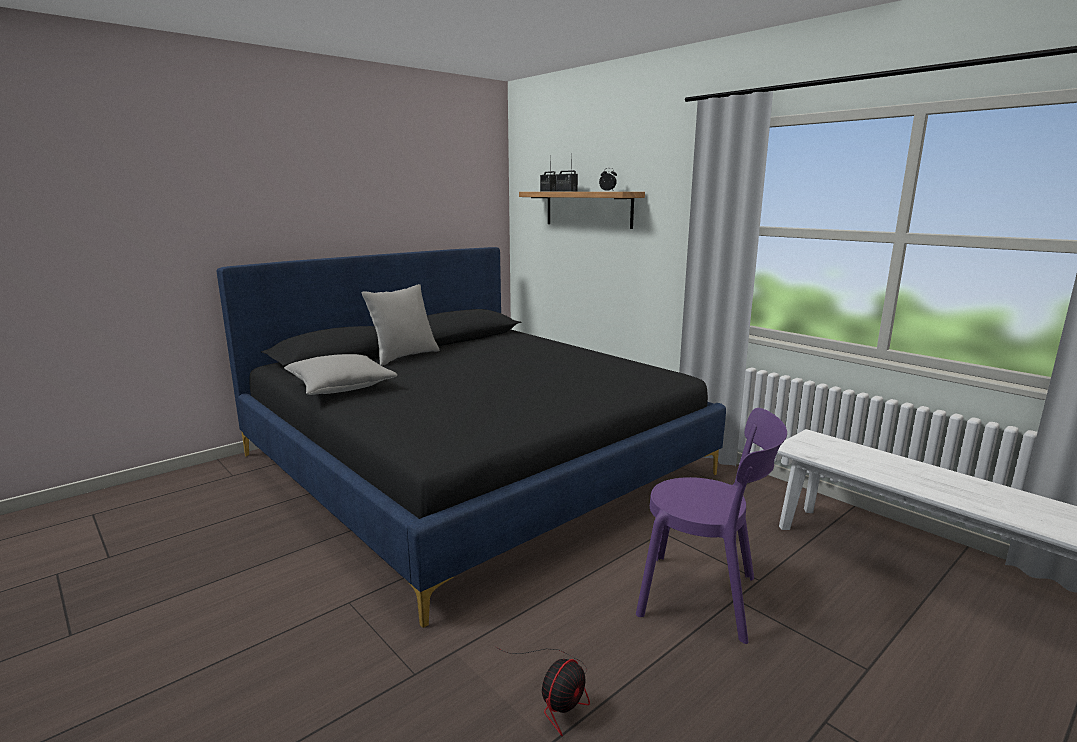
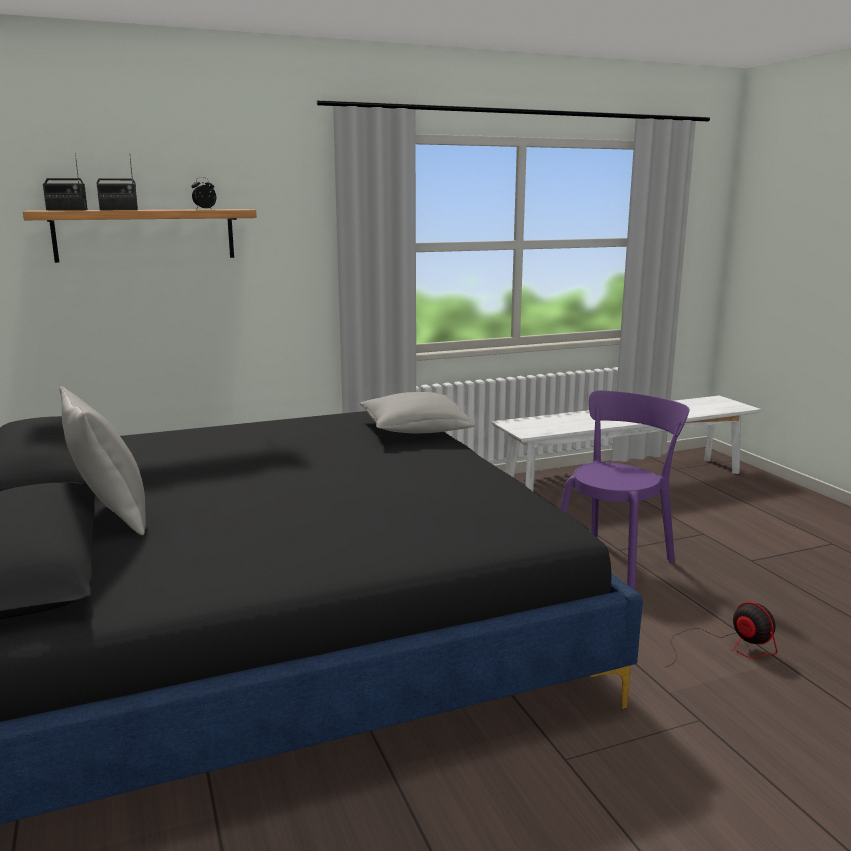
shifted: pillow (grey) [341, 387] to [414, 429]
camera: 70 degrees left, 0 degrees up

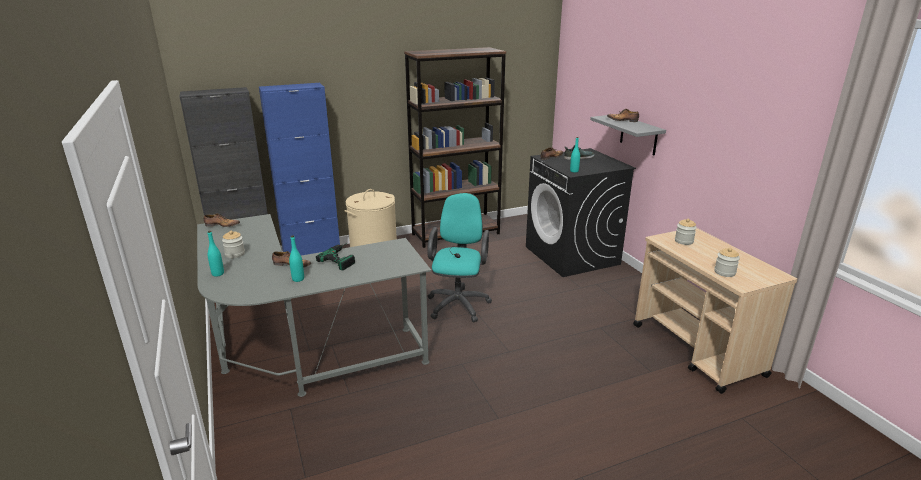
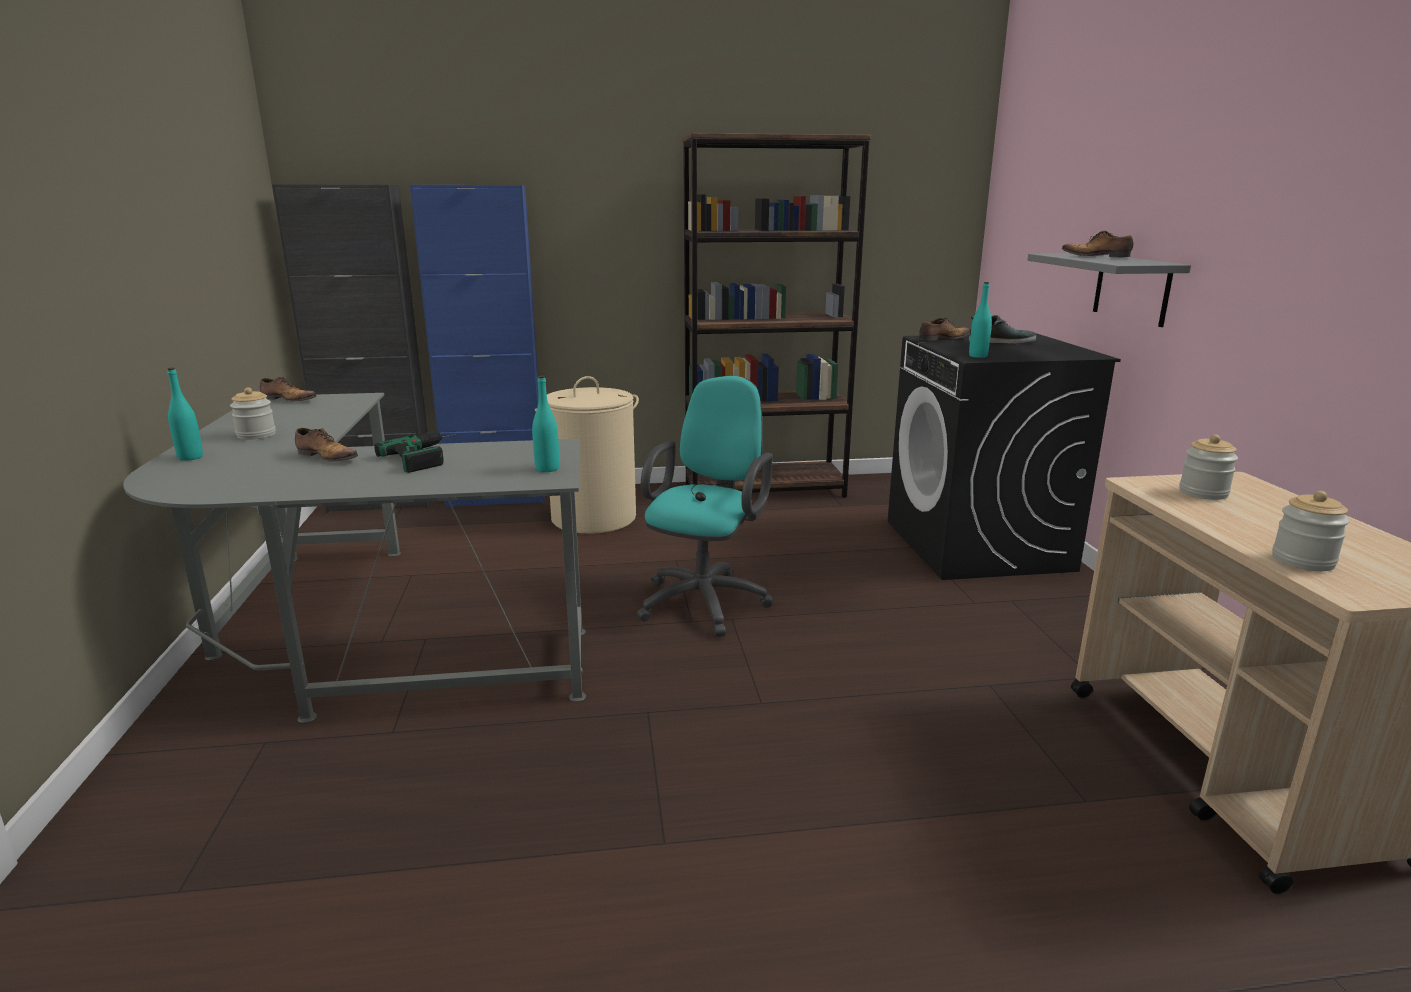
shifted: bottle (turquoise) [298, 279] to [547, 469]
camera: 15 degrees right, 5 degrees down

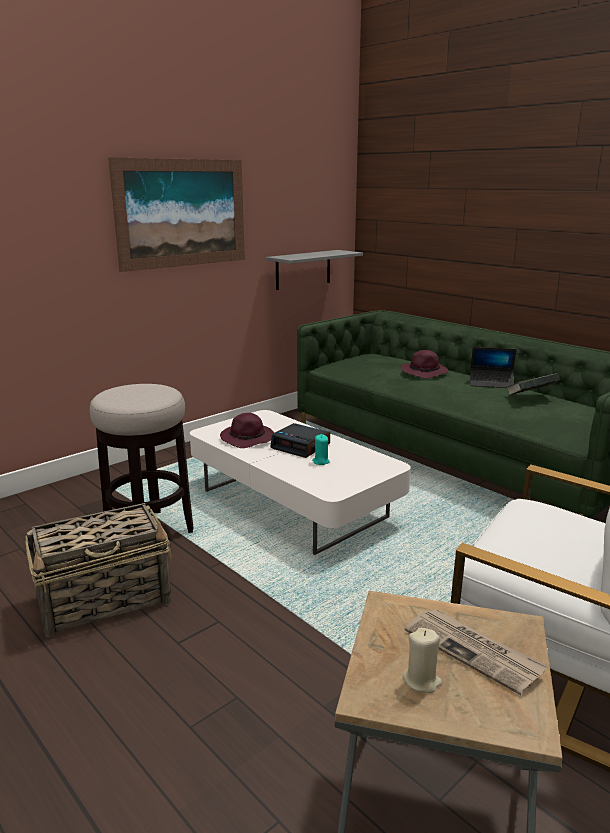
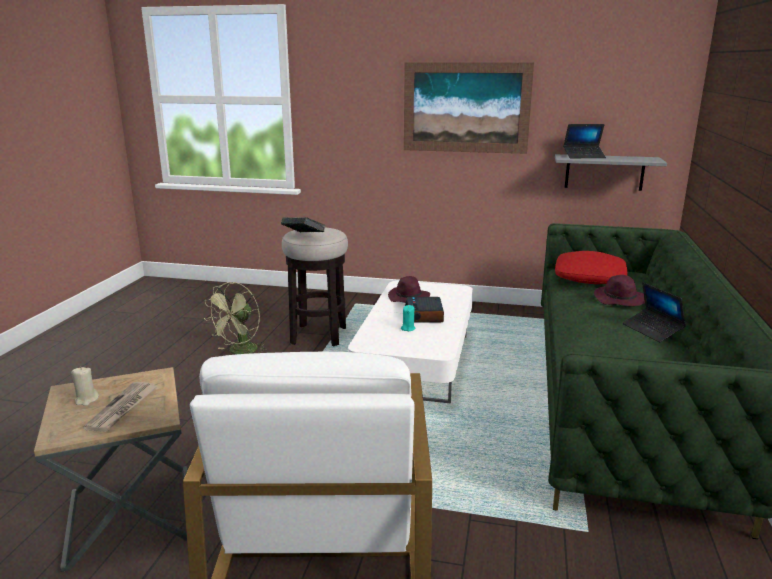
new: pillow (red) [590, 278]; laptop [584, 156]
shifted: book [530, 397] to [303, 237]
swapped: basket [106, 599] to fan (green) [240, 352]
camera: 55 degrees right, 0 degrees up

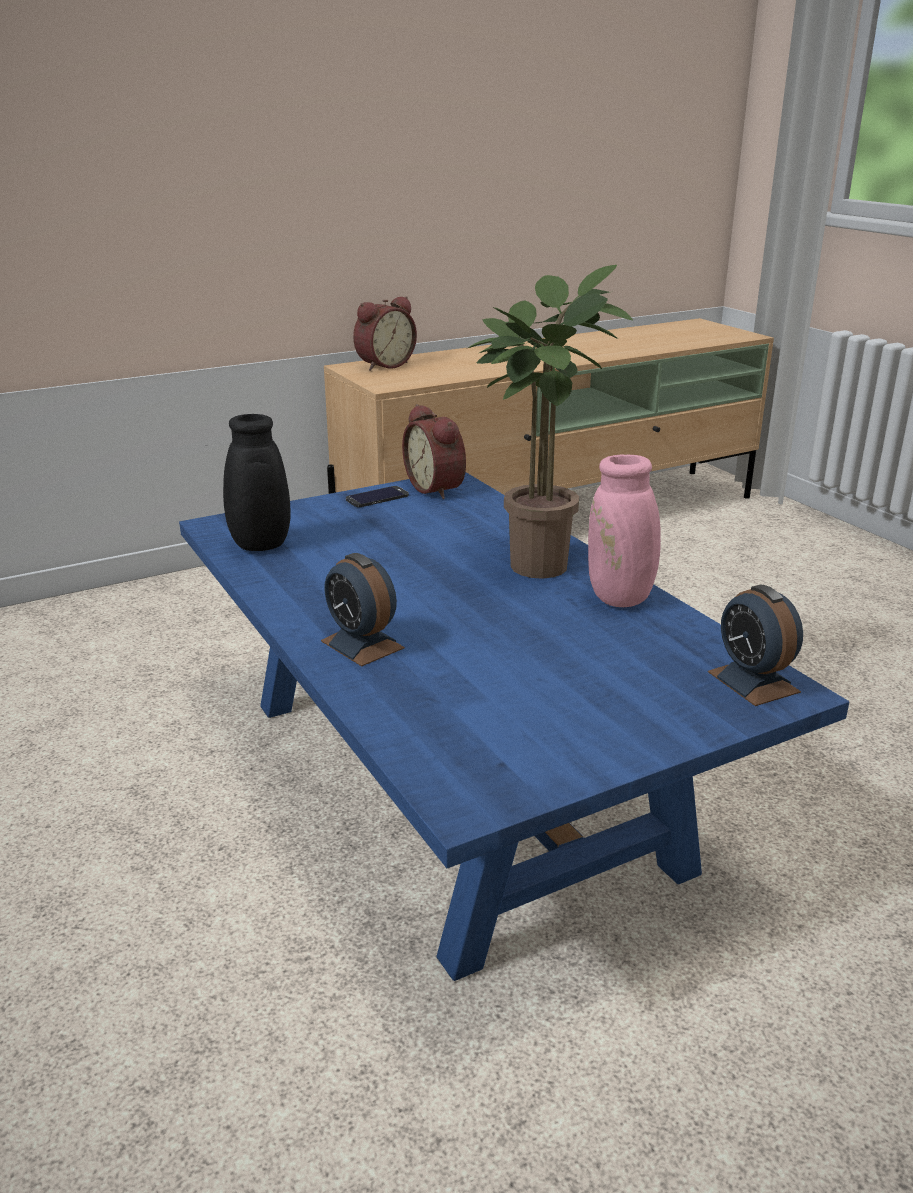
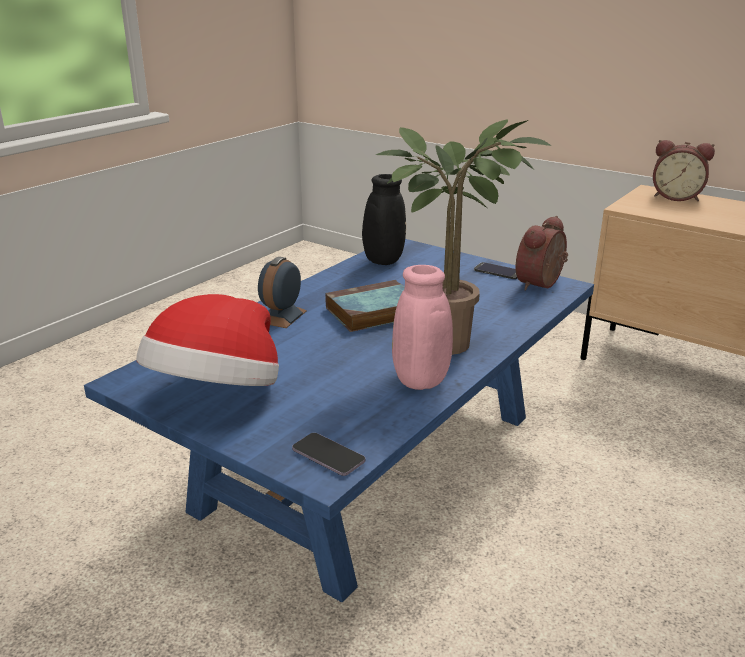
new: hat [217, 394]; book [372, 313]
swapped: alarm clock [753, 682] to phone [328, 456]
camera: 65 degrees right, 0 degrees up

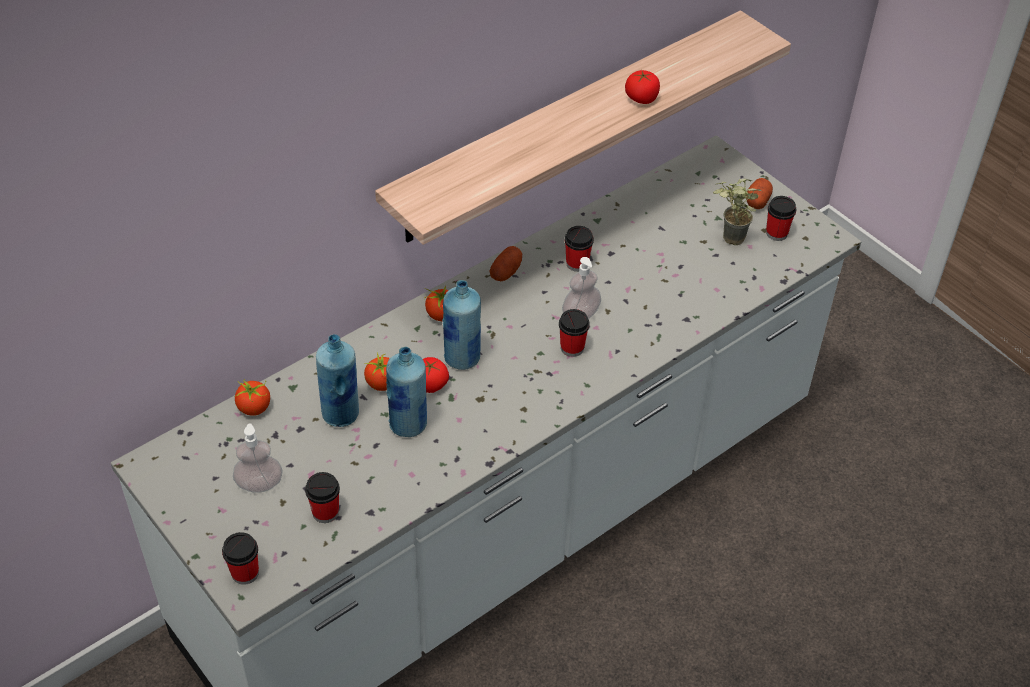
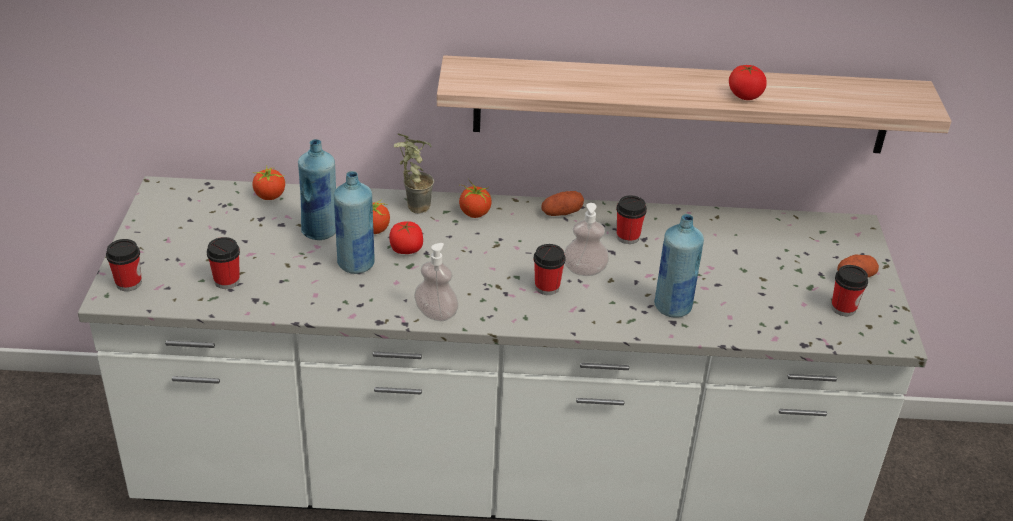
shifted: soap dispenser [259, 484] to [436, 313]; bottle (blue) [462, 358] to [672, 307]; potted plant [727, 240] to [411, 206]
camera: 40 degrees right, 10 degrees down

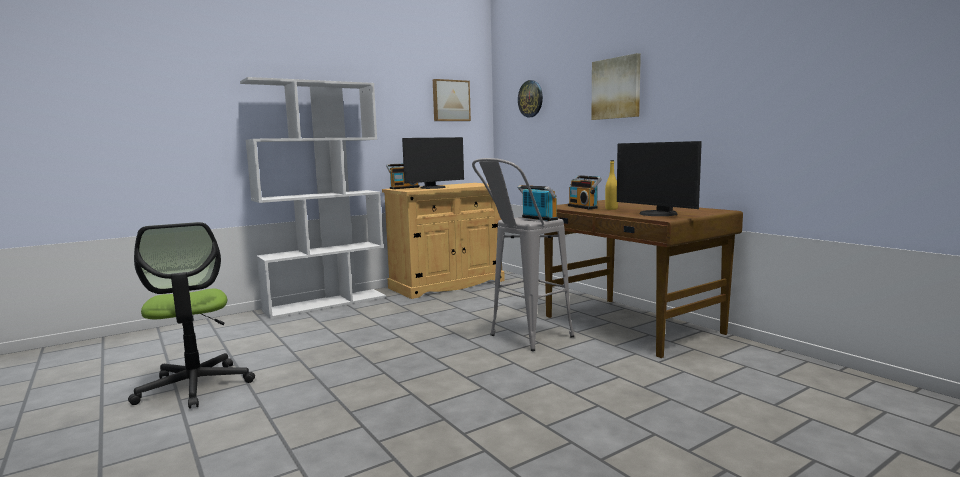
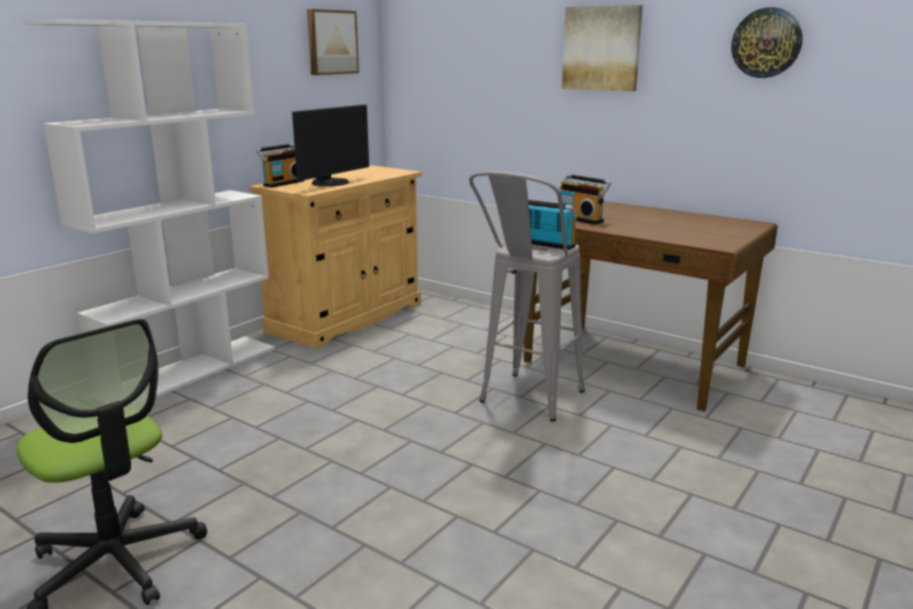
gone: bottle (yellow) [611, 209]; monitor [656, 214]
shifted: wall clock [530, 99] to [766, 43]
camera: 20 degrees left, 10 degrees up

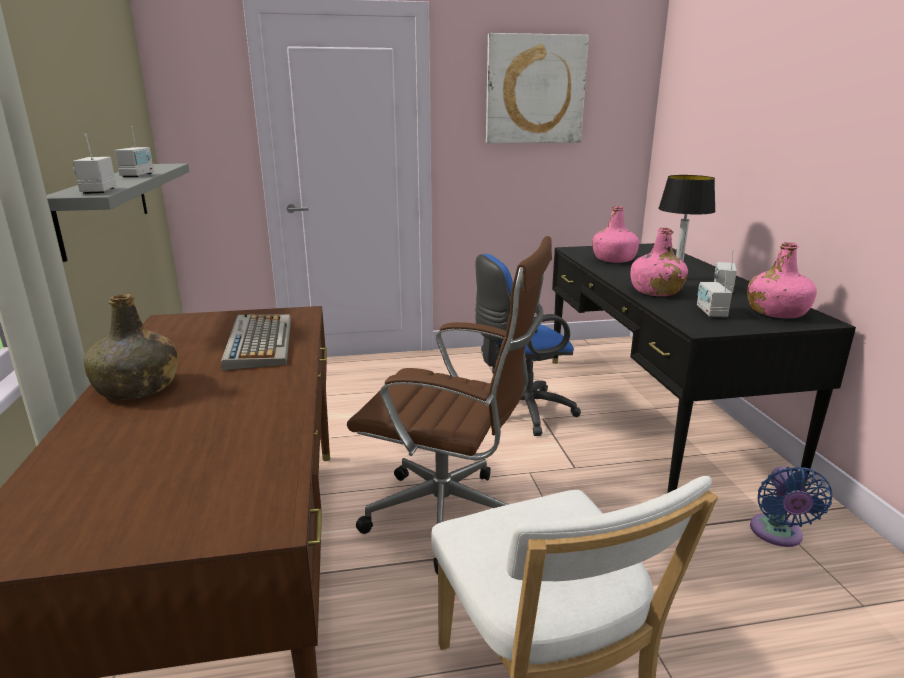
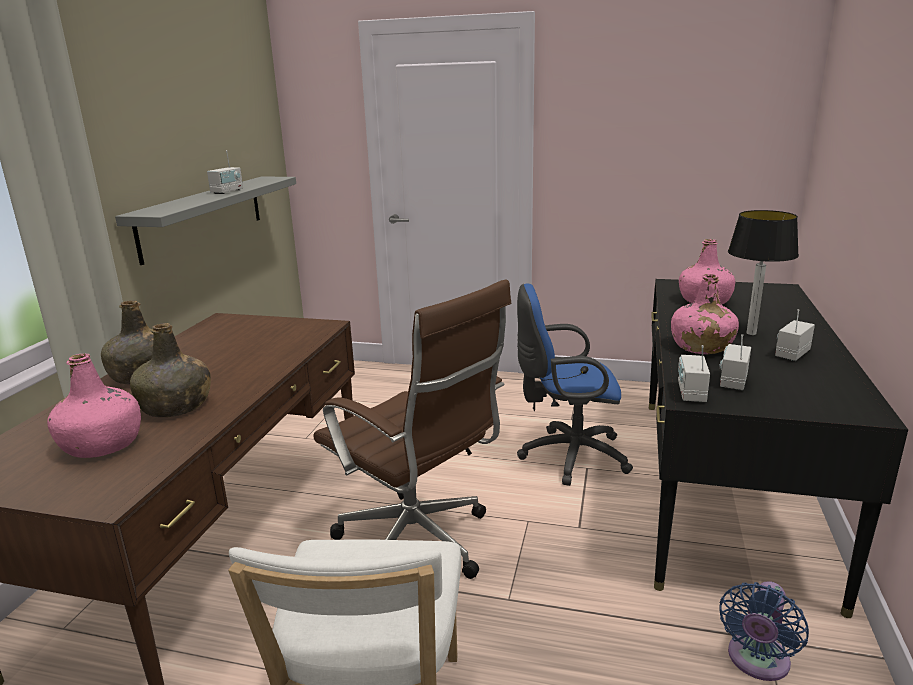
gone: keyboard [258, 342]; picture [535, 90]
new: bottle (green) [176, 406]
shifted: radio [98, 191] to [691, 393]; bottle (pink) [776, 312] to [103, 444]
camera: 25 degrees right, 0 degrees up

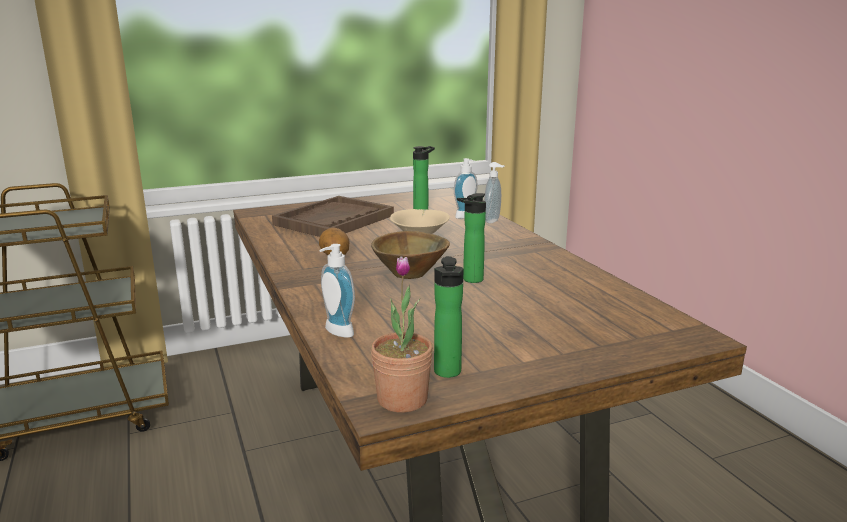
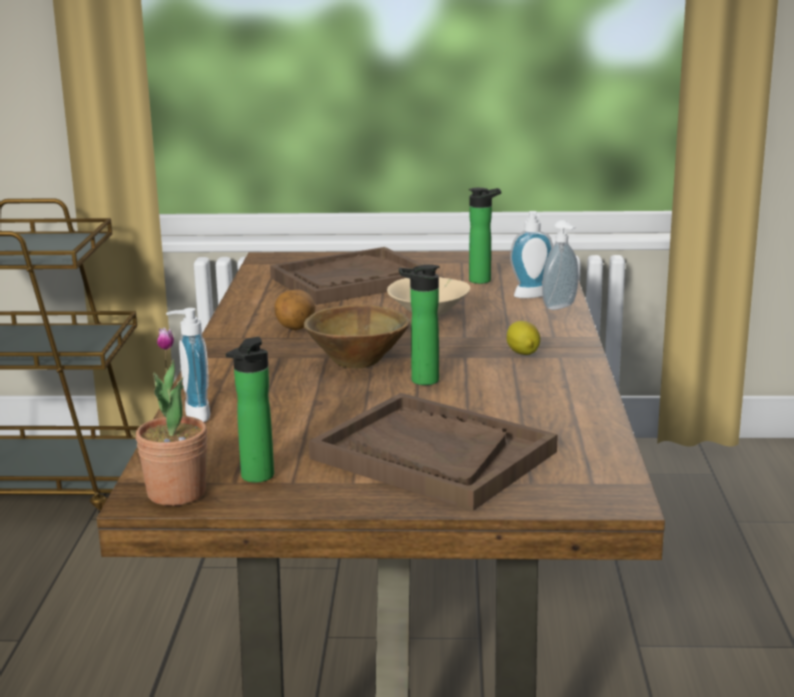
new: tray (brown) [432, 455]; lemon [522, 353]
camera: 25 degrees right, 0 degrees up

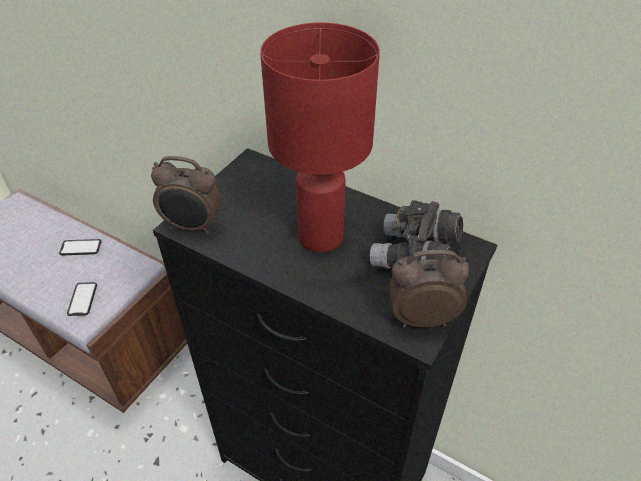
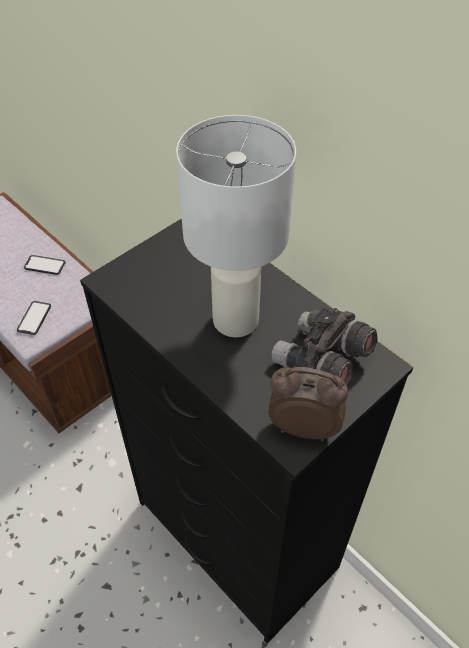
gone: alarm clock [192, 227]
repainted: table lamp (red) [321, 237] to table lamp (white) [236, 321]
camera: 15 degrees right, 5 degrees up

